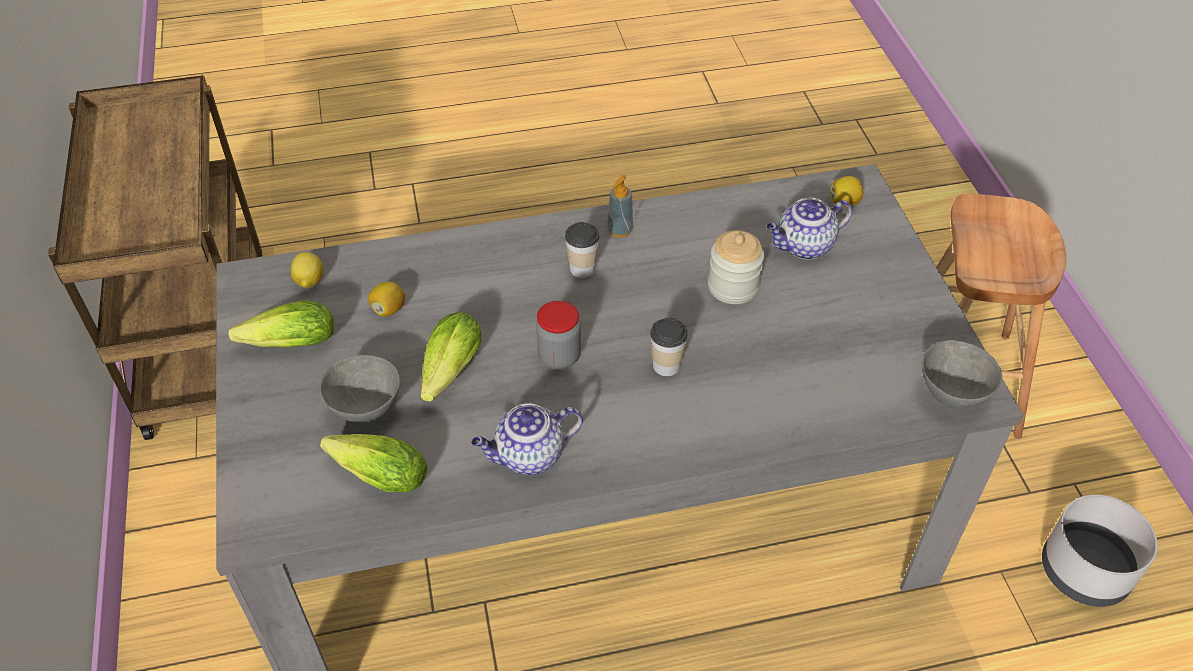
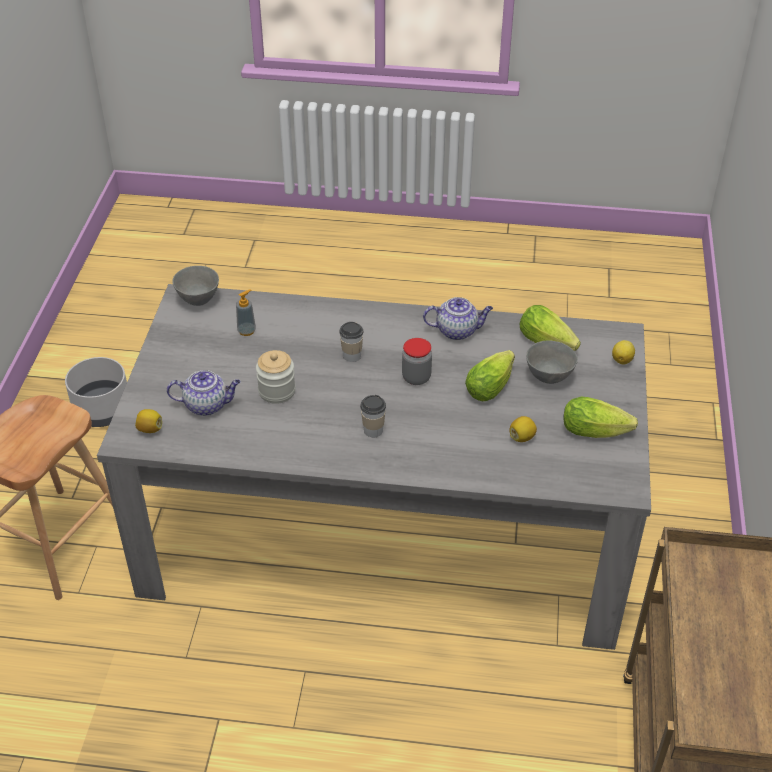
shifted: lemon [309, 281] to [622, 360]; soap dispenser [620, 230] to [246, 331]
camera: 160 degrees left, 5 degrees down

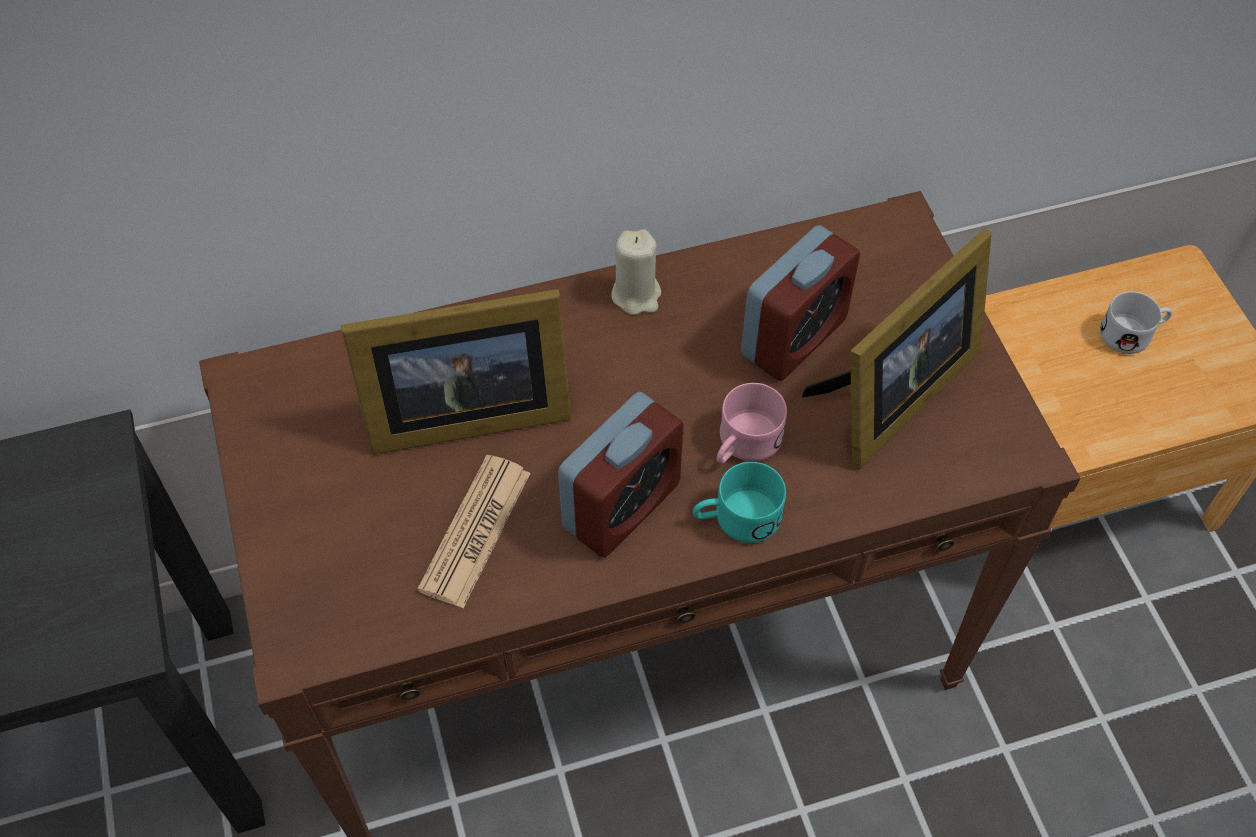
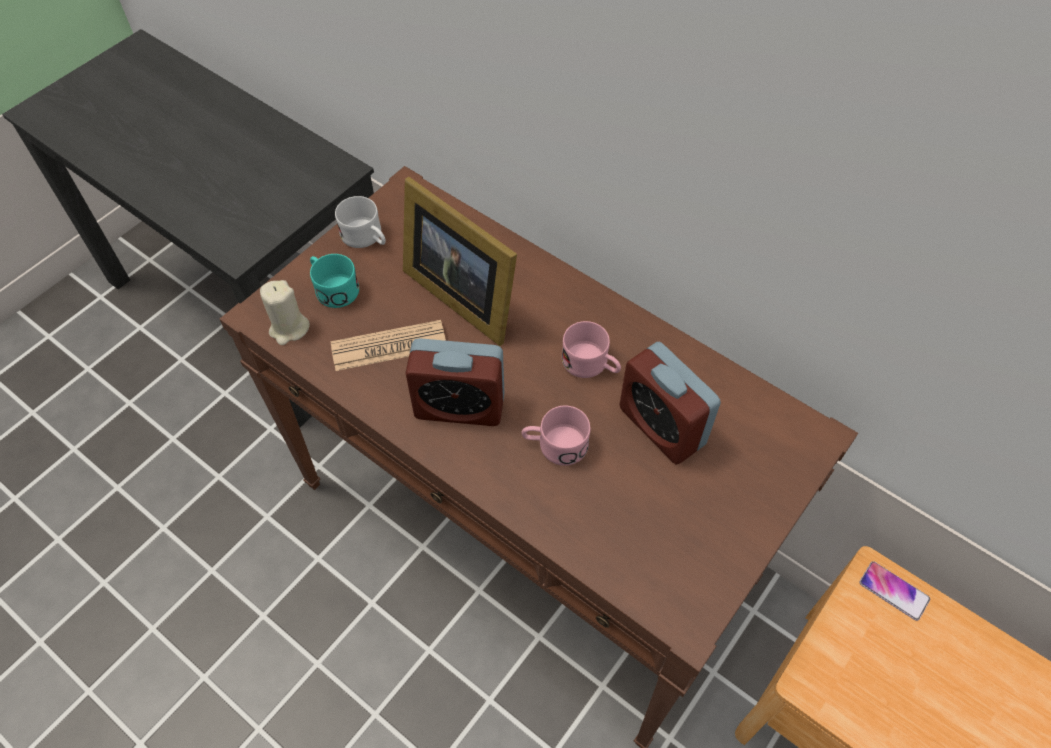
gone: picture frame [892, 397]
new: mug (pink) [591, 365]; phone [893, 591]
shifted: candle (beige) [636, 295] to [289, 328]; mug (turquoise) [736, 518] to [333, 288]; mug (white) [1132, 334] to [366, 238]
rotated: alarm clock [793, 337] = [661, 426] 45 degrees clockwise
camera: 55 degrees right, 0 degrees up

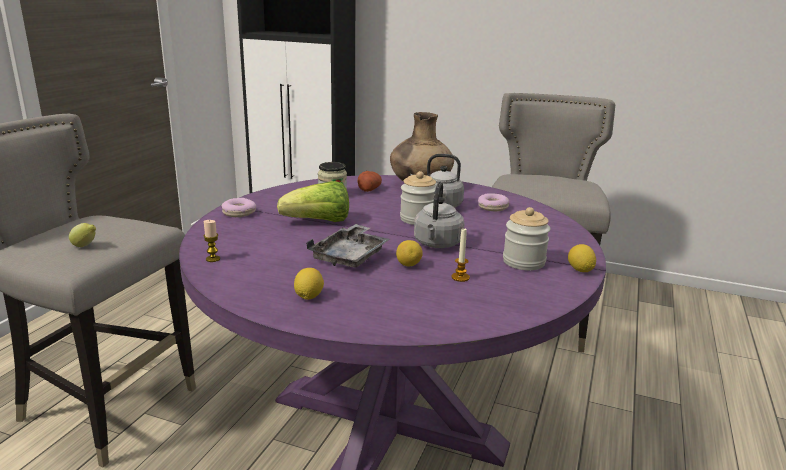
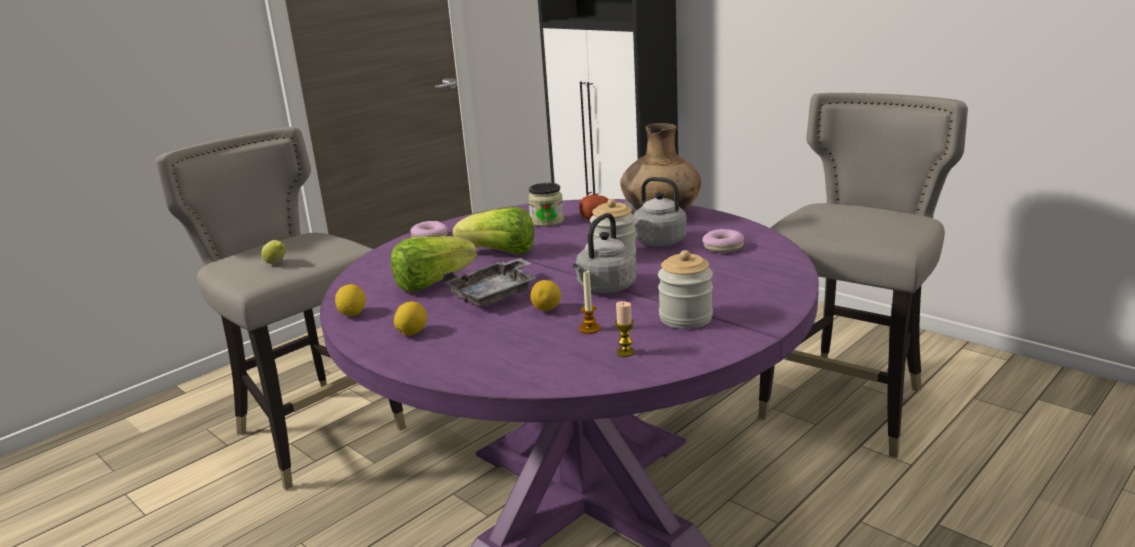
new: lettuce [432, 283]
shifted: candle [213, 259] to [625, 352]; lemon [580, 270] to [352, 314]
camera: 25 degrees right, 0 degrees up

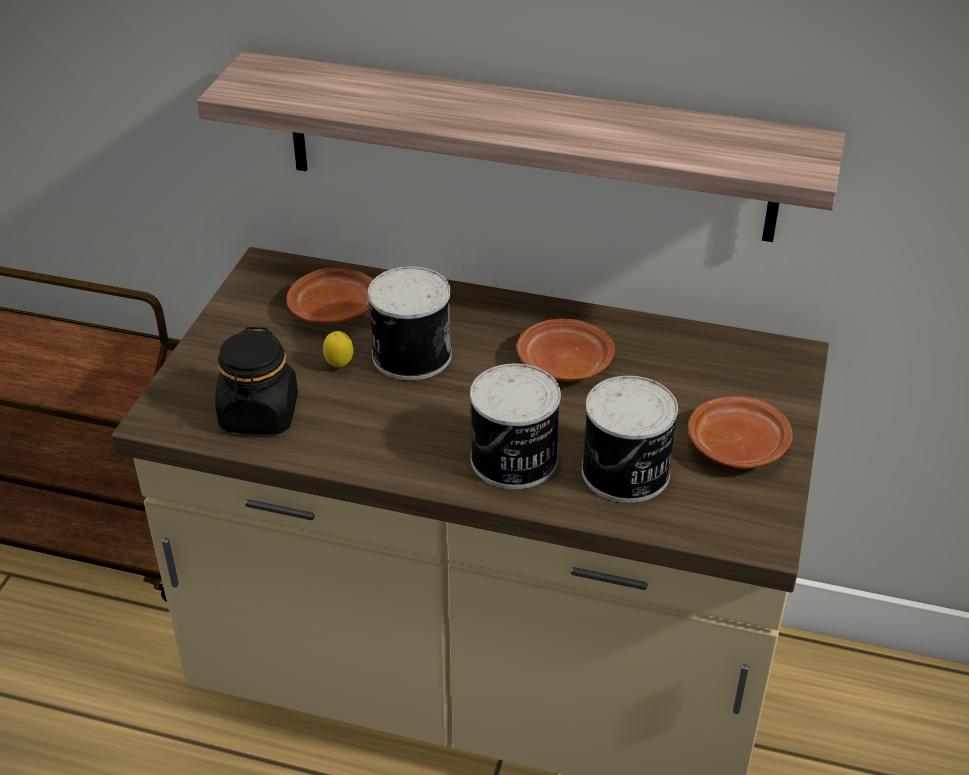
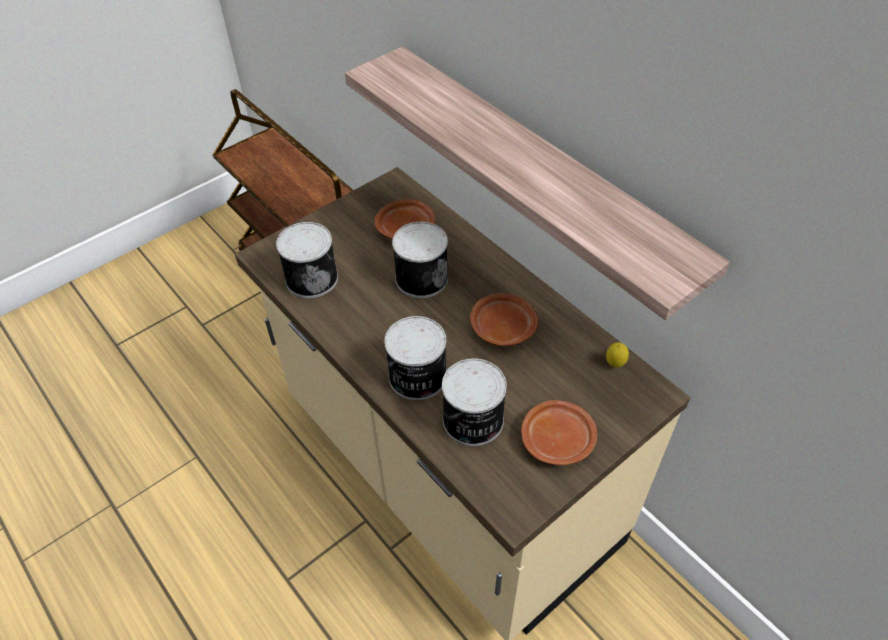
shifted: lemon [339, 366] to [614, 364]
swapped: jar (black) [259, 414] to can [311, 277]
camera: 35 degrees right, 10 degrees up

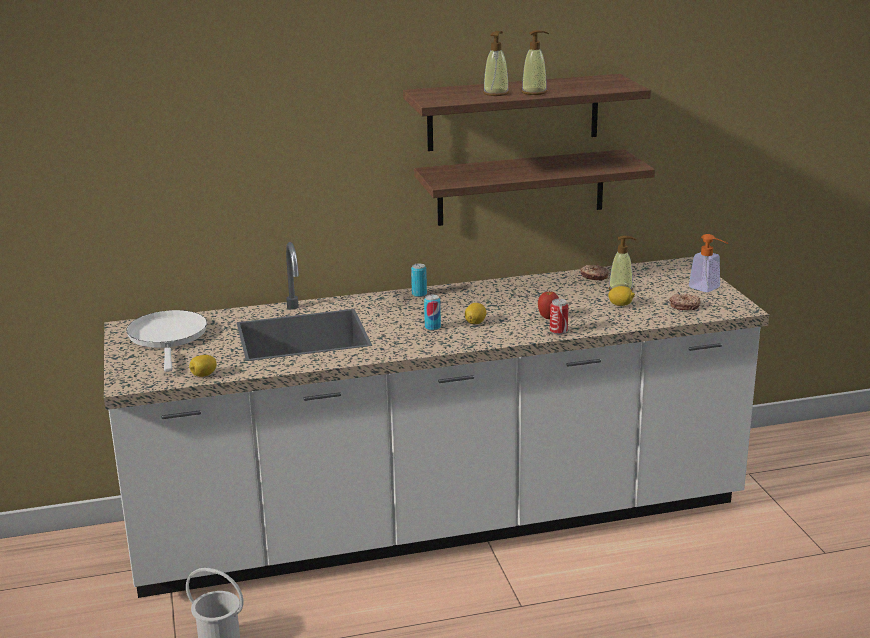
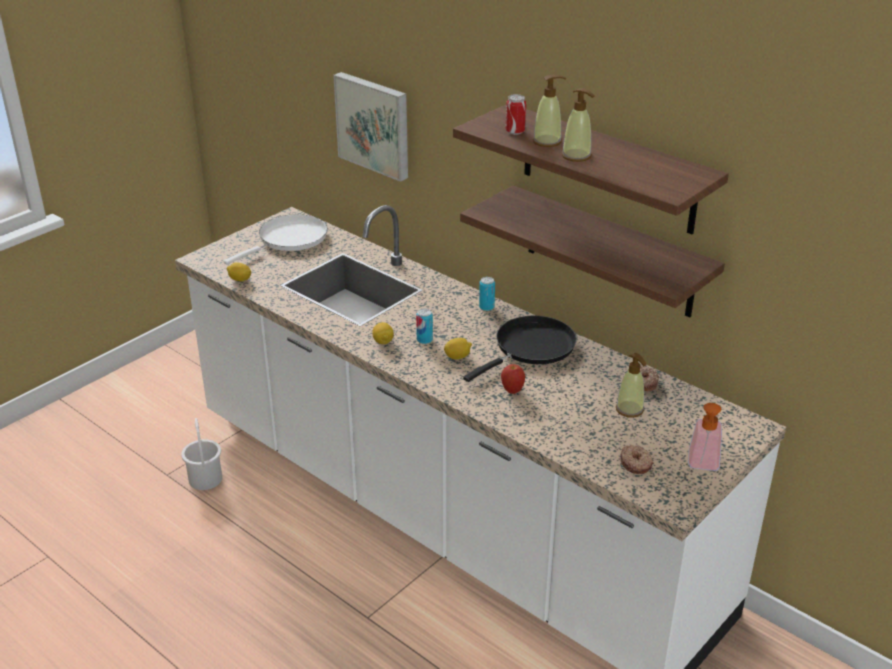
new: picture [374, 124]; frying pan (black) [531, 348]
shifted: can [558, 332] to [515, 132]; lemon [620, 305] to [383, 341]
camera: 55 degrees right, 10 degrees up

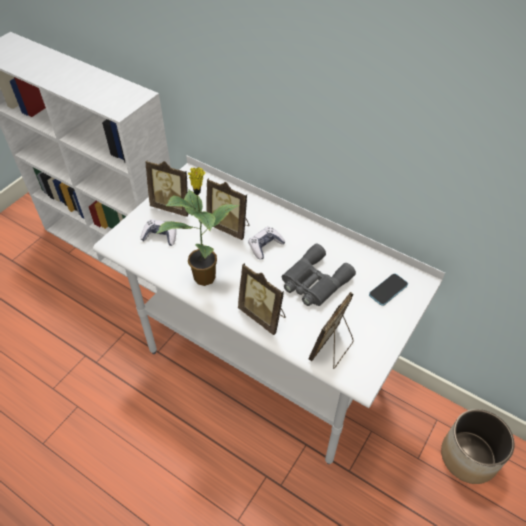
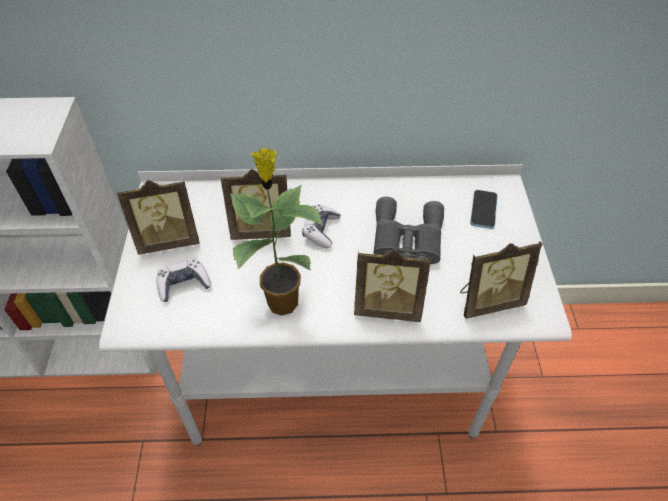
gone: planter [469, 457]
rotated: picture frame [332, 349] = [488, 301] 105 degrees counterclockwise
camera: 35 degrees left, 0 degrees up

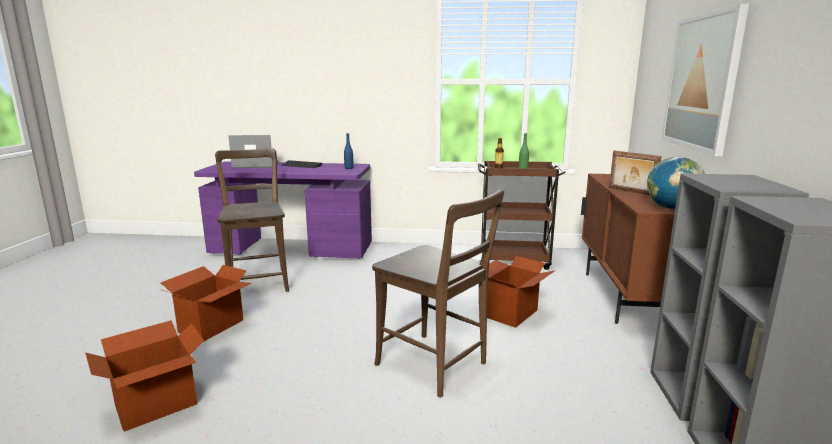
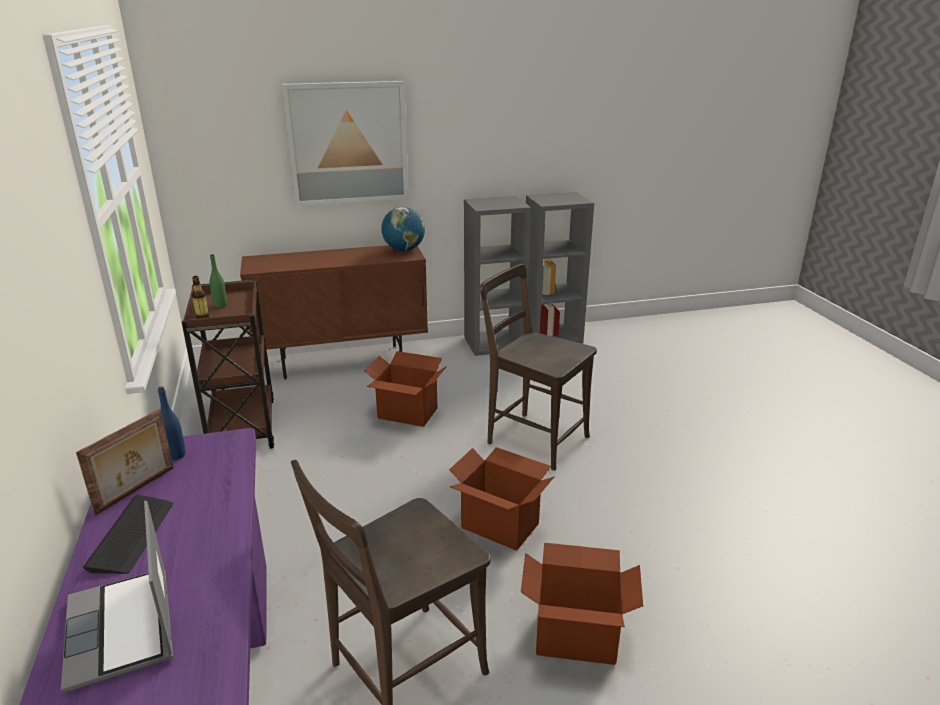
shifted: cardboard box [157, 405] to [500, 525]; picture frame [631, 192] to [137, 491]
rotated: chair (brown) [435, 366] = [533, 438] 75 degrees counterclockwise
camera: 110 degrees left, 10 degrees up

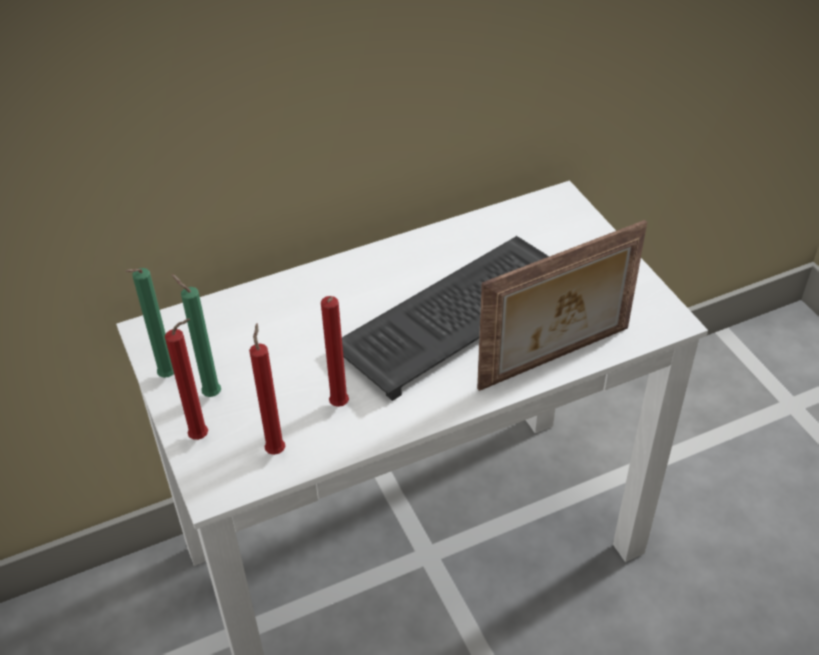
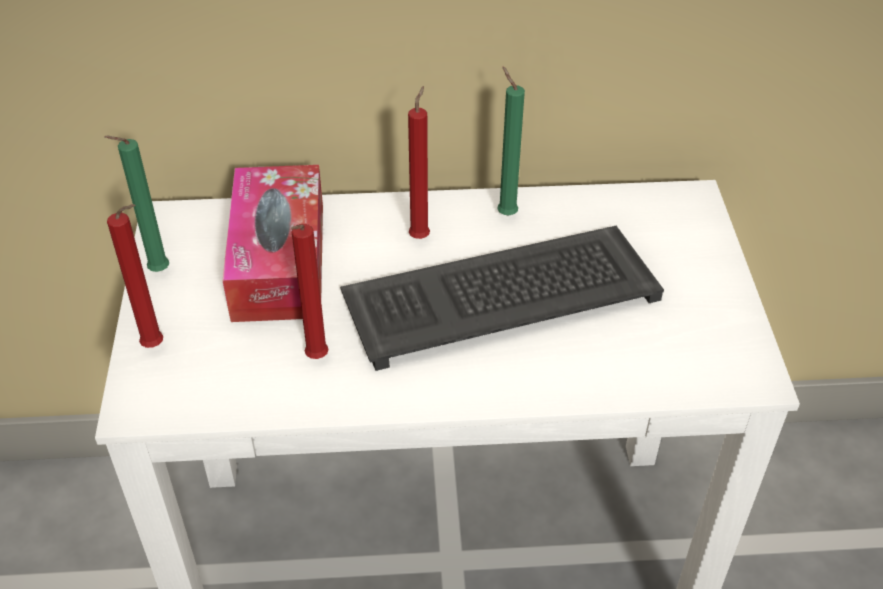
gone: picture frame [556, 359]
new: tissue box [279, 261]
shifted: candle (green) [209, 393] to [505, 213]; candle (red) [276, 449] to [420, 236]
camera: 20 degrees right, 0 degrees up

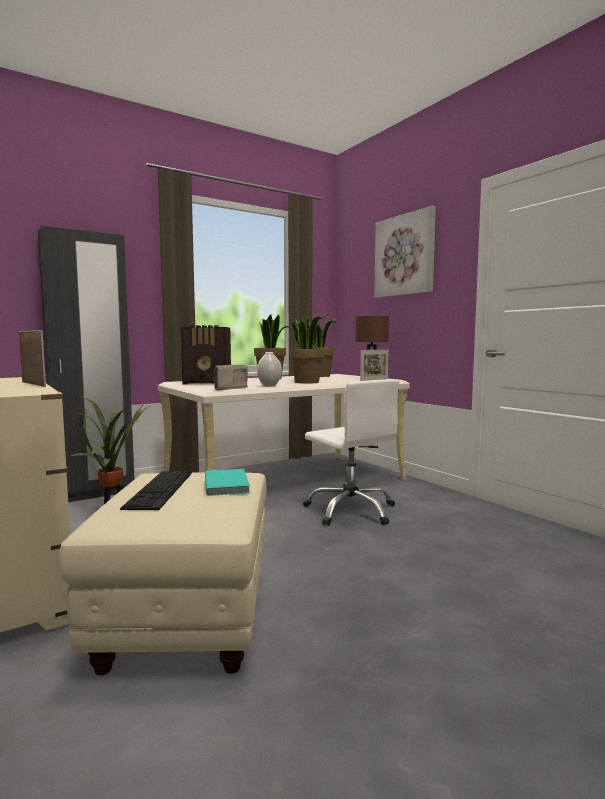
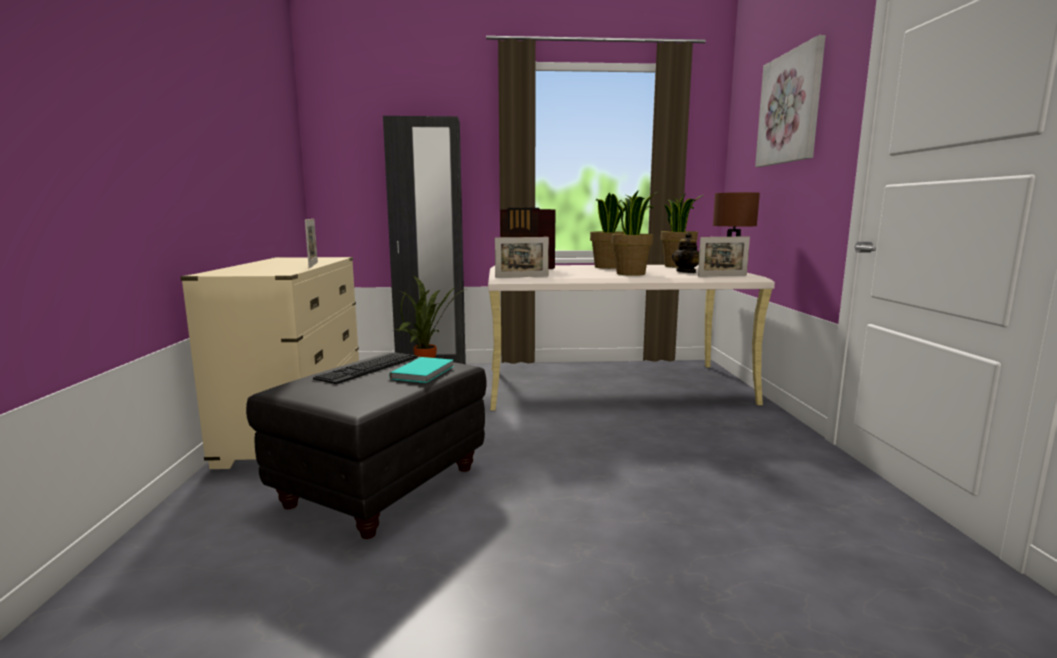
gone: vase (white) [269, 386]; office chair (white) [351, 510]
new: teapot [686, 272]
swapped: radio [227, 389] to picture frame [522, 277]
repainted: ottoman (beige) [185, 618] to ottoman (black) [381, 486]
camera: 30 degrees right, 5 degrees up

